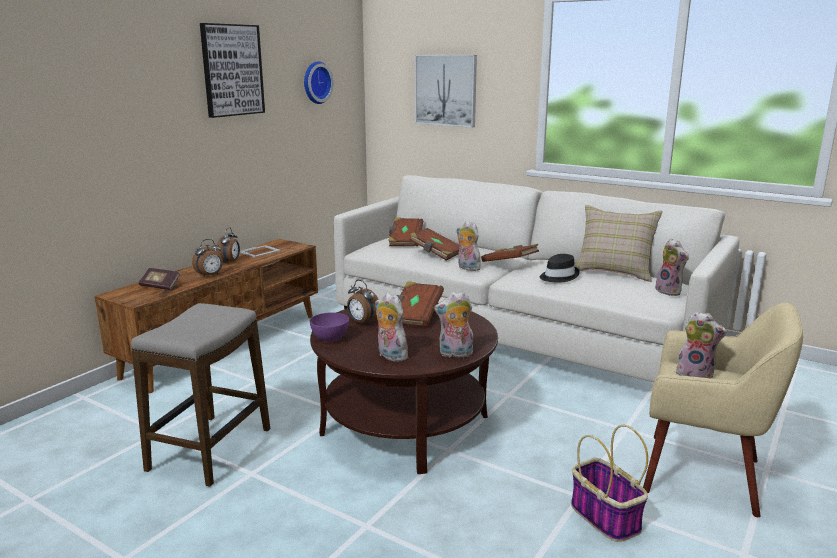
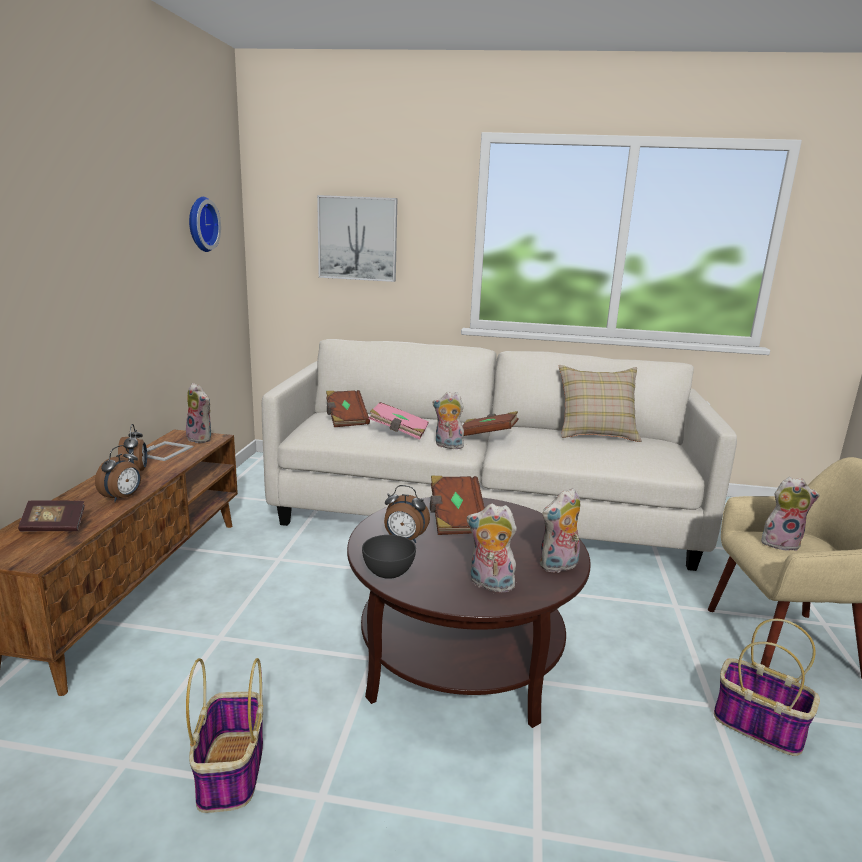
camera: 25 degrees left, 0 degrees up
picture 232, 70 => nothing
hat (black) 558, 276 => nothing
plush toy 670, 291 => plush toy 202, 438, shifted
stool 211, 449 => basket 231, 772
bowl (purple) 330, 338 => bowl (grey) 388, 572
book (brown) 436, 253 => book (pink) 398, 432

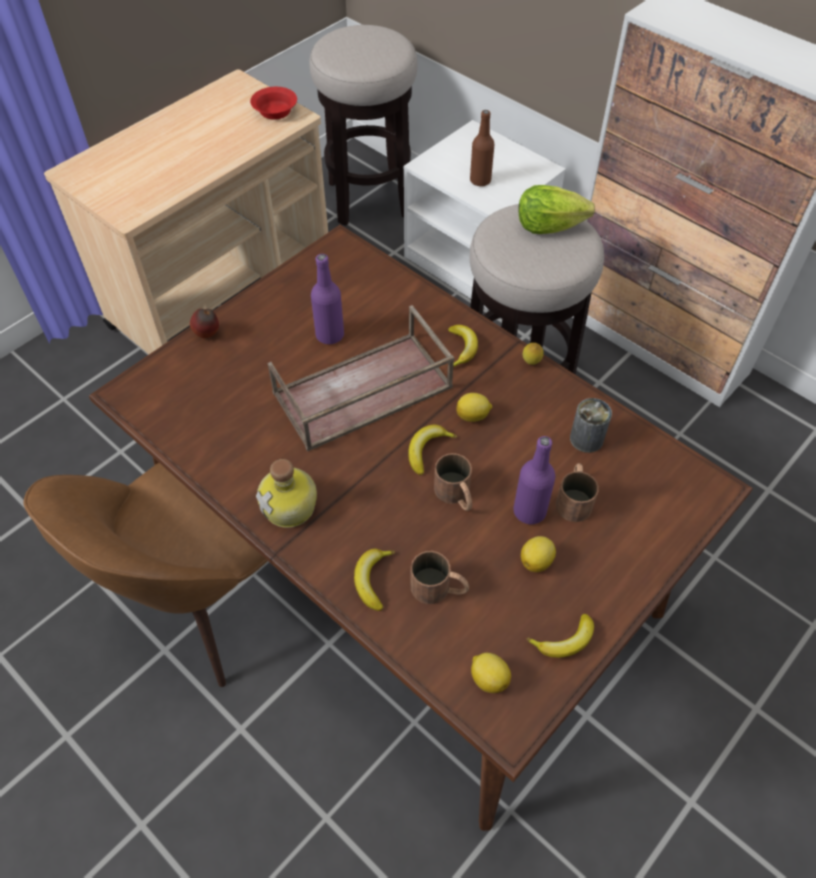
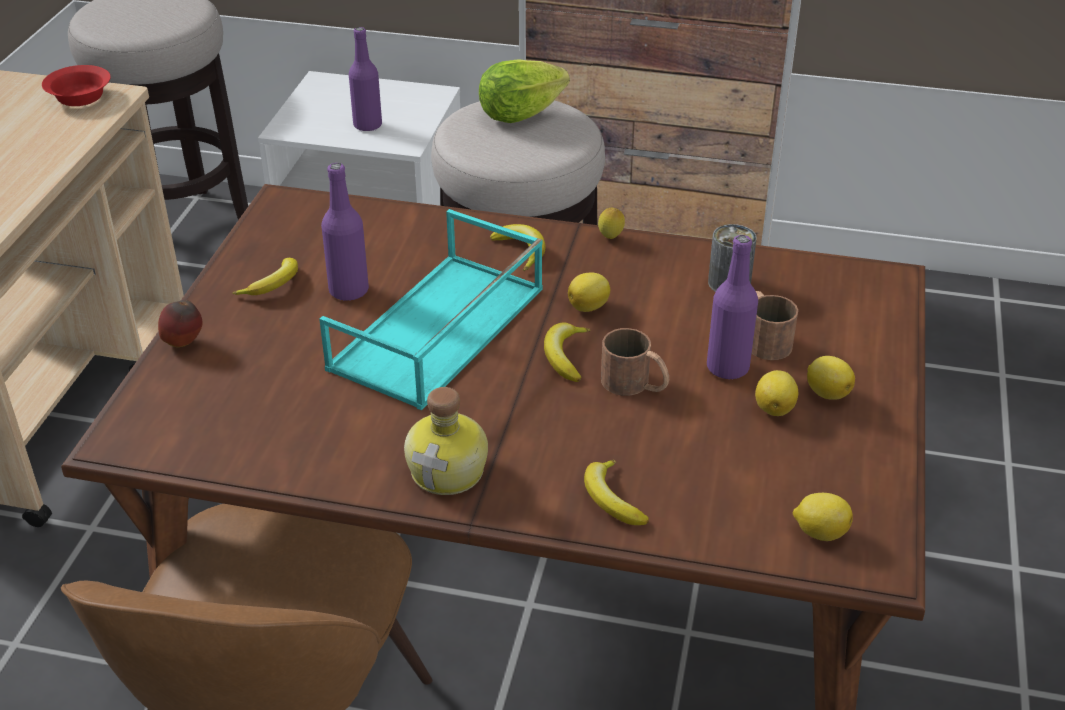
camera: 30 degrees left, 15 degrees down
mug (brown) 439, 588 => nothing
nothing => lemon 826, 392
banana 565, 641 => banana 273, 285, shifted
tray (brown) 362, 392 => tray (turquoise) 438, 331
bottle (brown) 480, 180 => bottle (purple) 367, 125

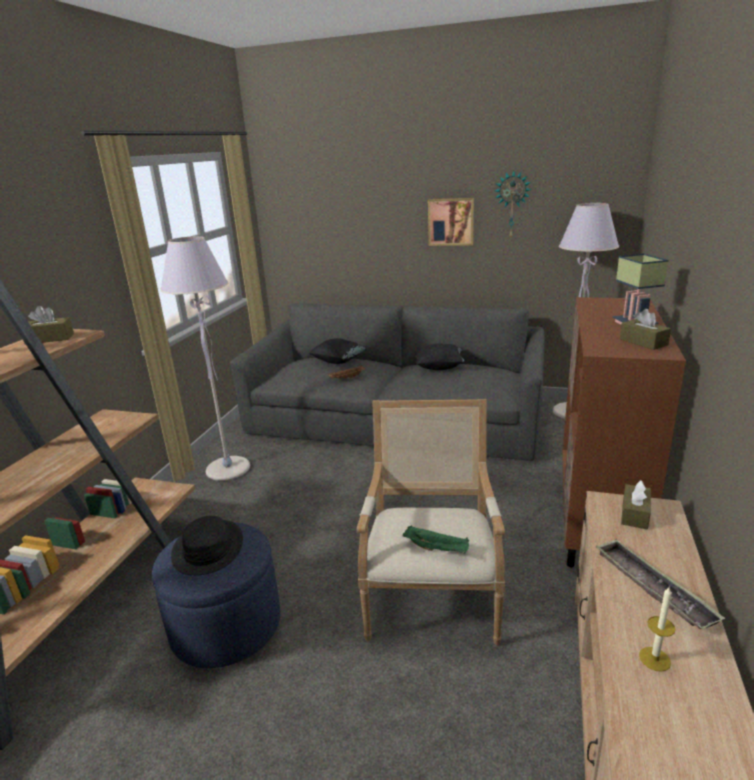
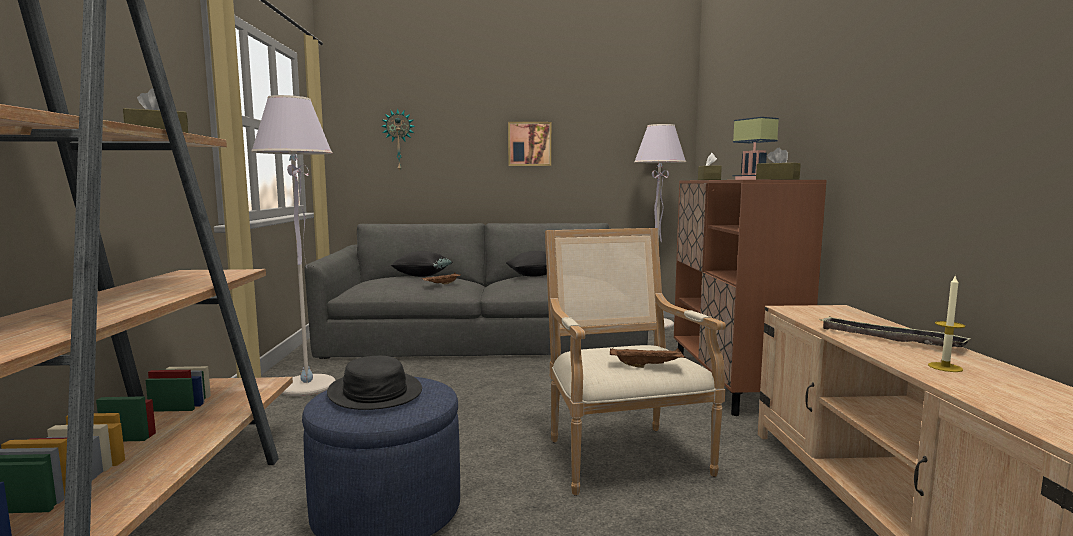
camera: 20 degrees left, 15 degrees down
wall clock 512, 205 => wall clock 399, 140, shifted
tissue box (brown) 634, 514 => tissue box (brown) 709, 179, shifted
tray (green) 437, 549 => tray (brown) 647, 366

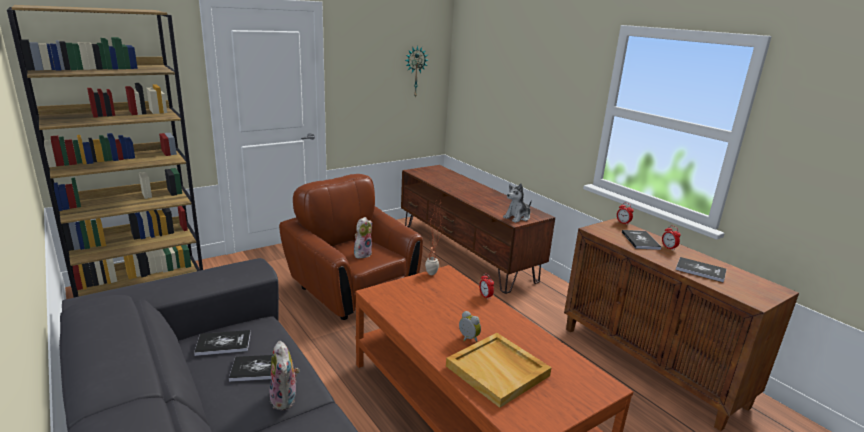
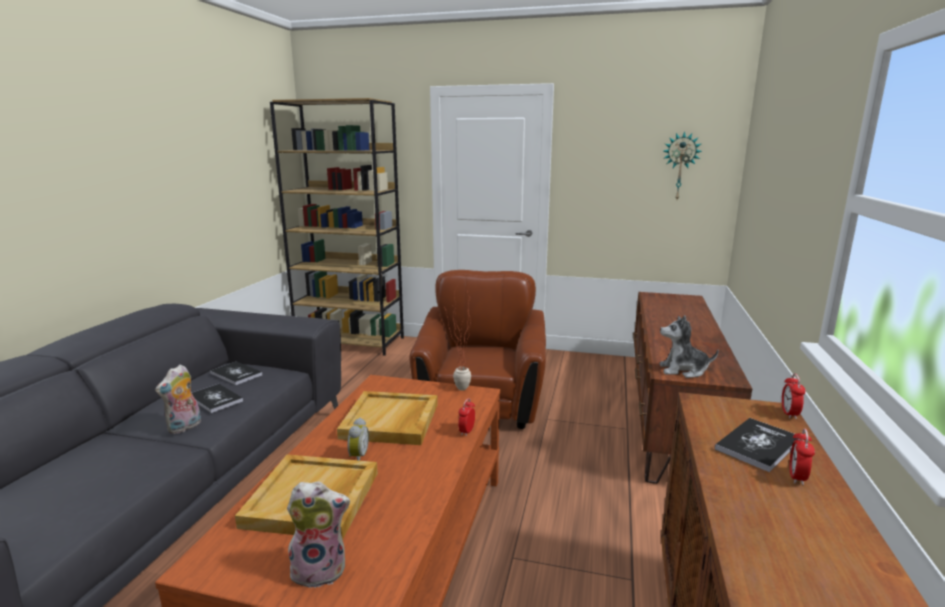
camera: 50 degrees right, 5 degrees down
book 700, 270 => nothing
nothing => tray (beige) 391, 421
plush toy 362, 254 => plush toy 321, 569, shifted

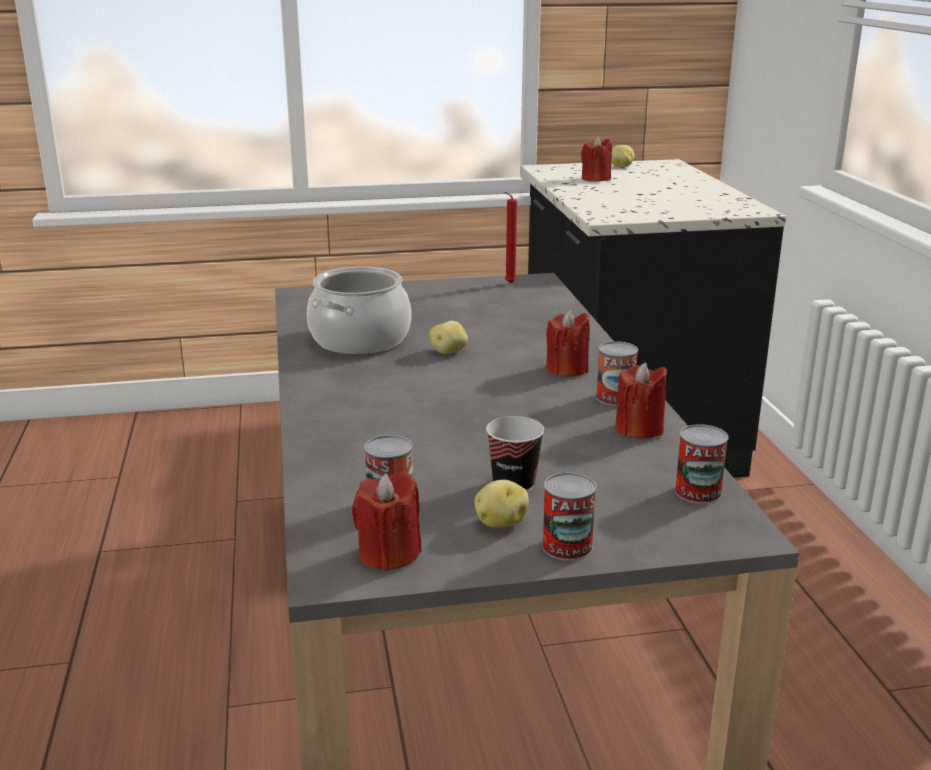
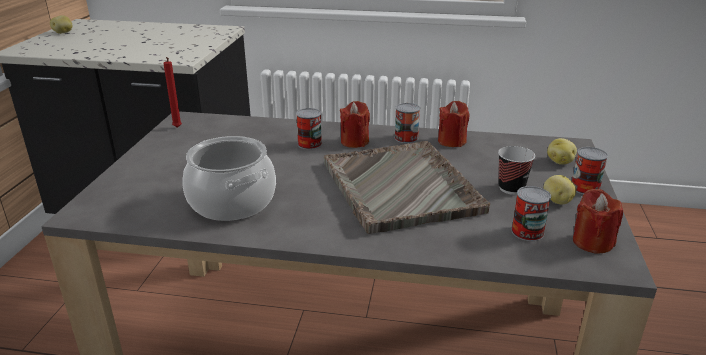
camera: 70 degrees left, 5 degrees up
candle (red) 595, 179 => nothing
nothing => tray (grey) 400, 188
potato 449, 352 => potato 560, 161, shifted
can 698, 492 => can 309, 144, shifted

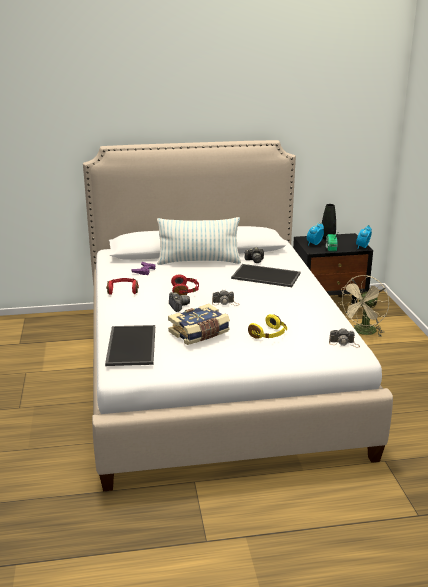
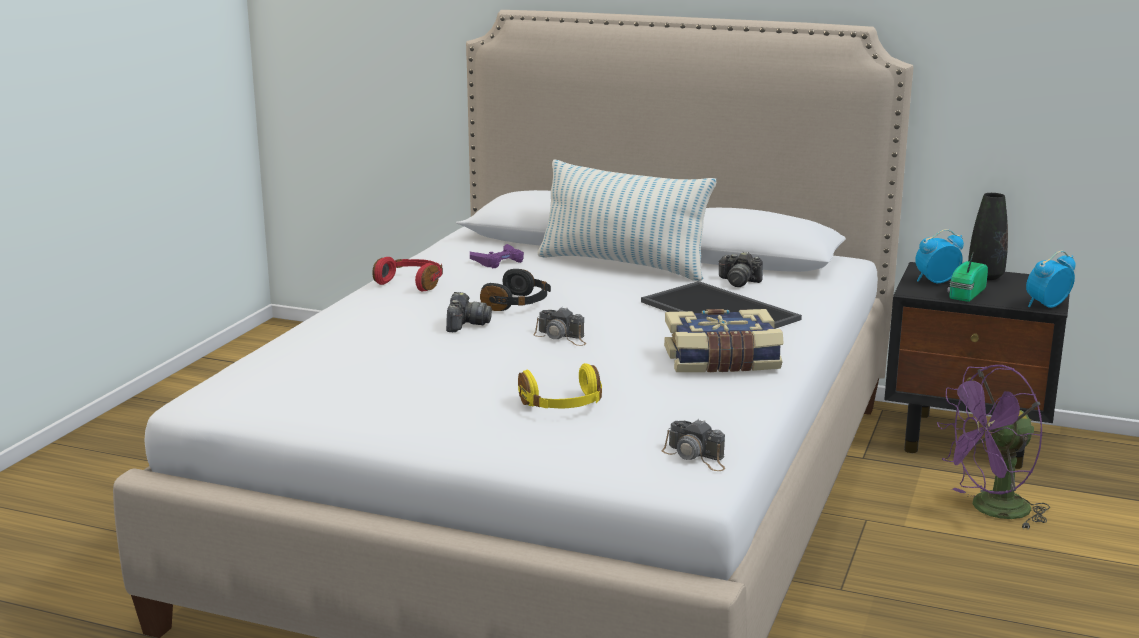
camera: 30 degrees right, 5 degrees down
tray 130, 345 => nothing
book 199, 333 => book 722, 361, shifted
headphones (red) 185, 291 => headphones (black) 518, 304
fan (beige) 363, 332 => fan (purple) 991, 510

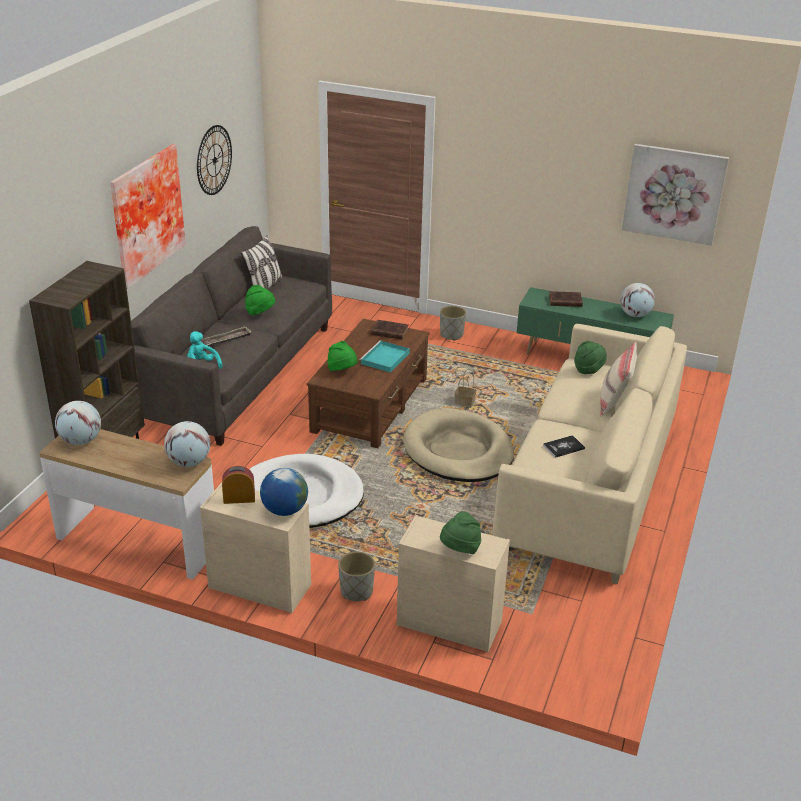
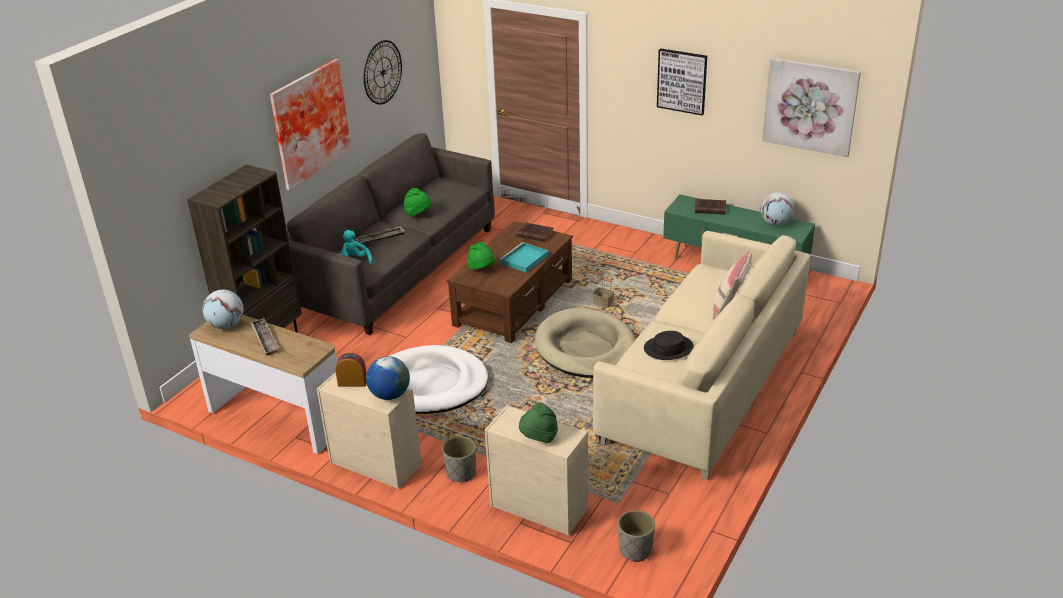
camera: 10 degrees right, 0 degrees up
globe 189, 462 => nothing
pillow 264, 287 => nothing
hat (green) 588, 369 => nothing
nothing => tray 265, 339
nothing => picture 682, 81
planter (grey) 451, 335 => planter (grey) 635, 550, shifted
book 563, 447 => hat (black) 668, 348

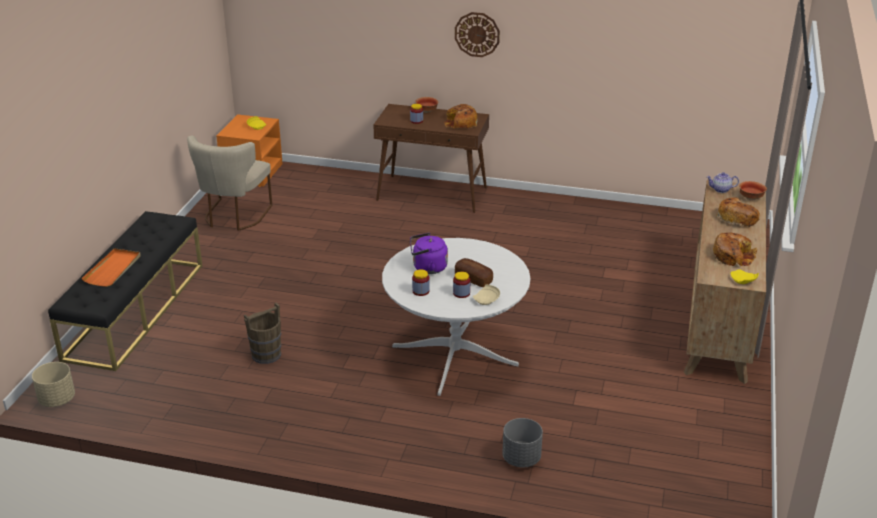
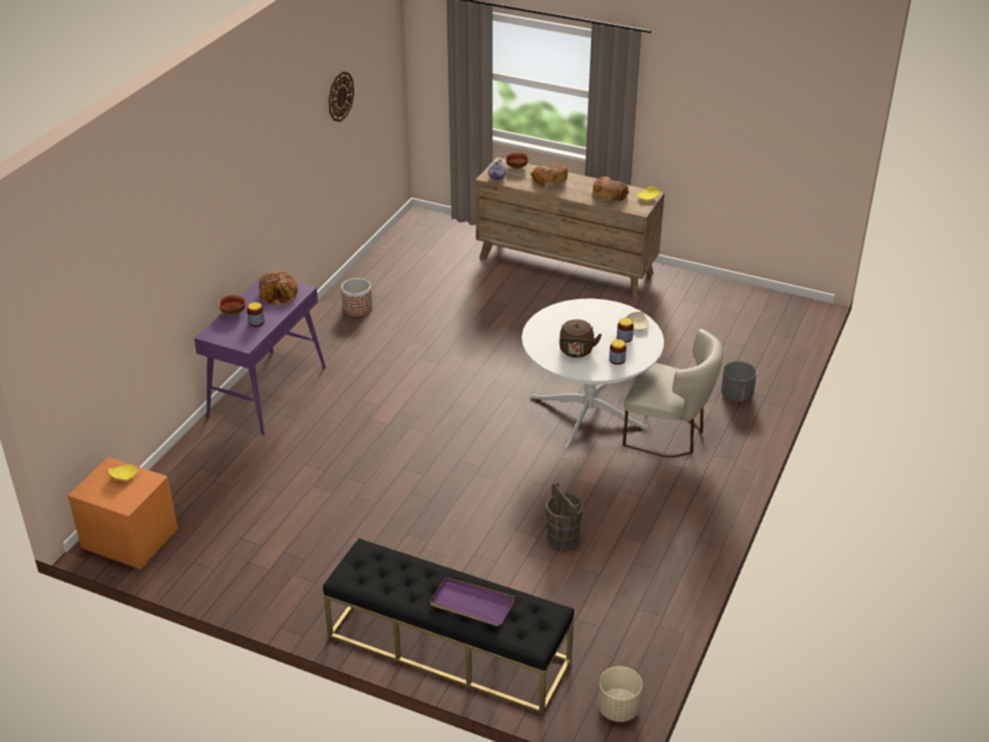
camera: 80 degrees left, 5 degrees up
bread 473, 279 => nothing
nothing => planter 357, 308
chair (beige) 234, 217 => chair (beige) 669, 435, shifted
wall clock 477, 34 => wall clock 340, 96, shifted
tray (orange) 113, 269 => tray (purple) 471, 604
console table (brown) 432, 194 => console table (purple) 267, 392
kettle (purple) 427, 268 => kettle (brown) 576, 352

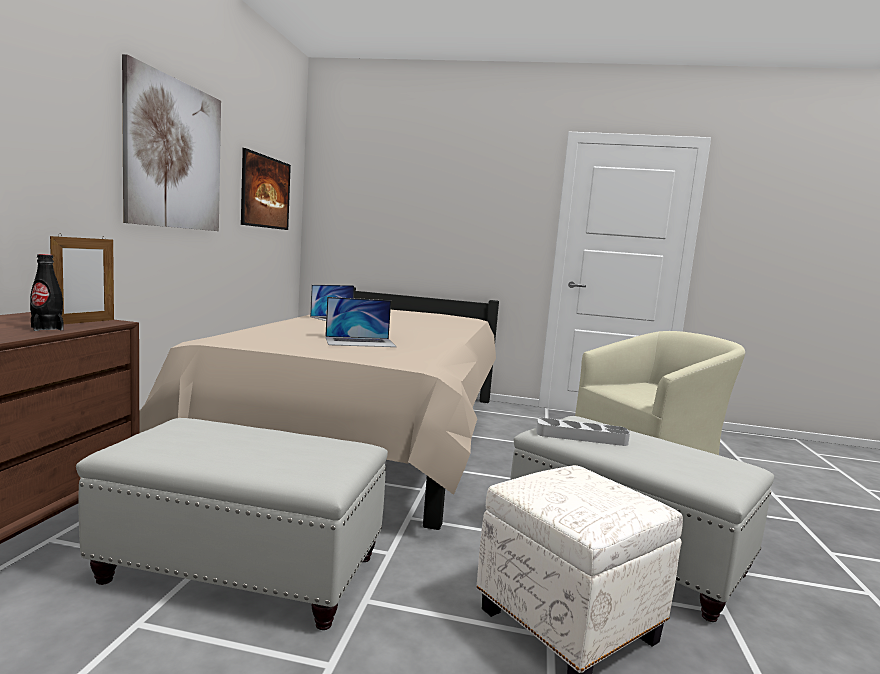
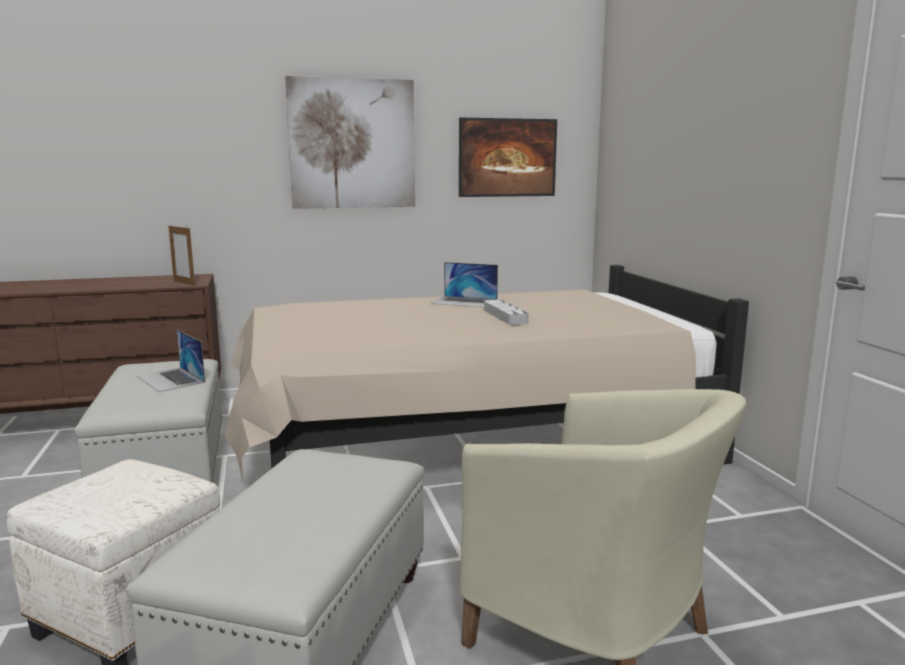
camera: 65 degrees right, 5 degrees up
bottle (black) 47, 328 => nothing
laptop 360, 342 => laptop 171, 379, shifted
tray (grey) 581, 437 => tray (grey) 505, 316, shifted
picture frame 84, 322 => picture frame 184, 283, 45 degrees clockwise

